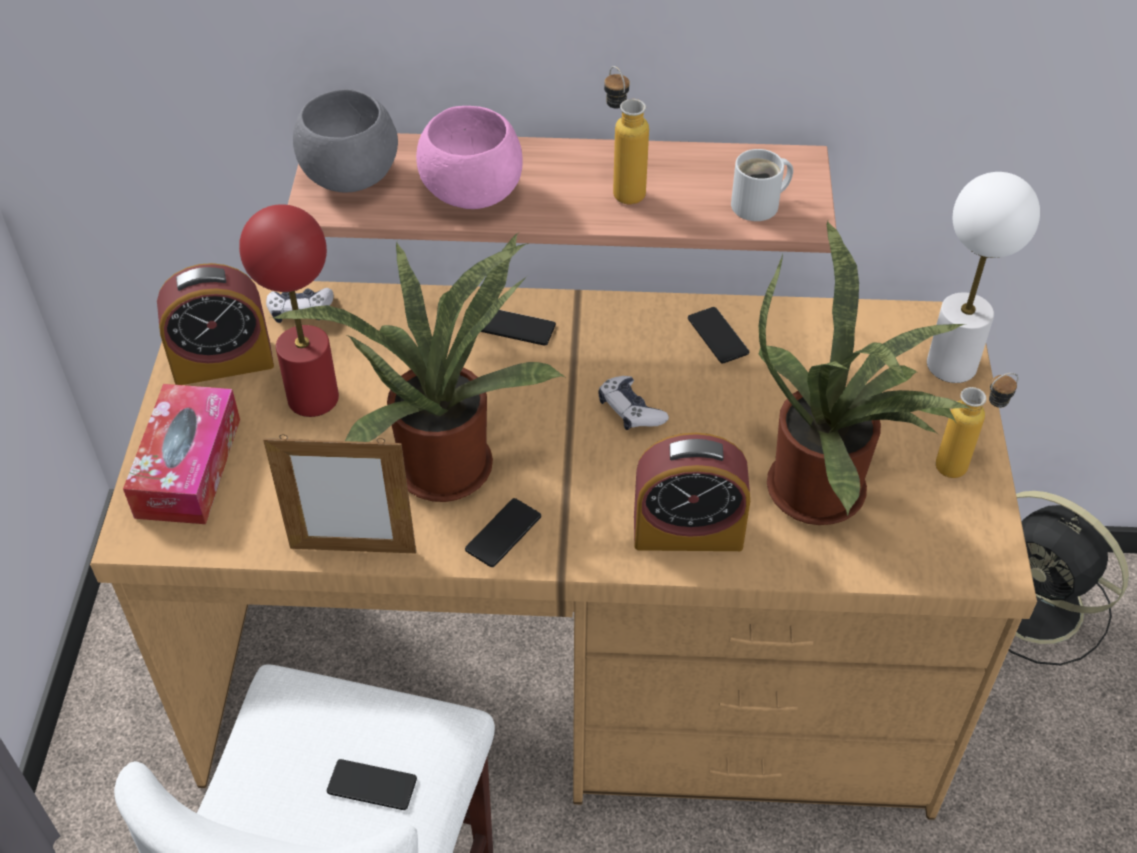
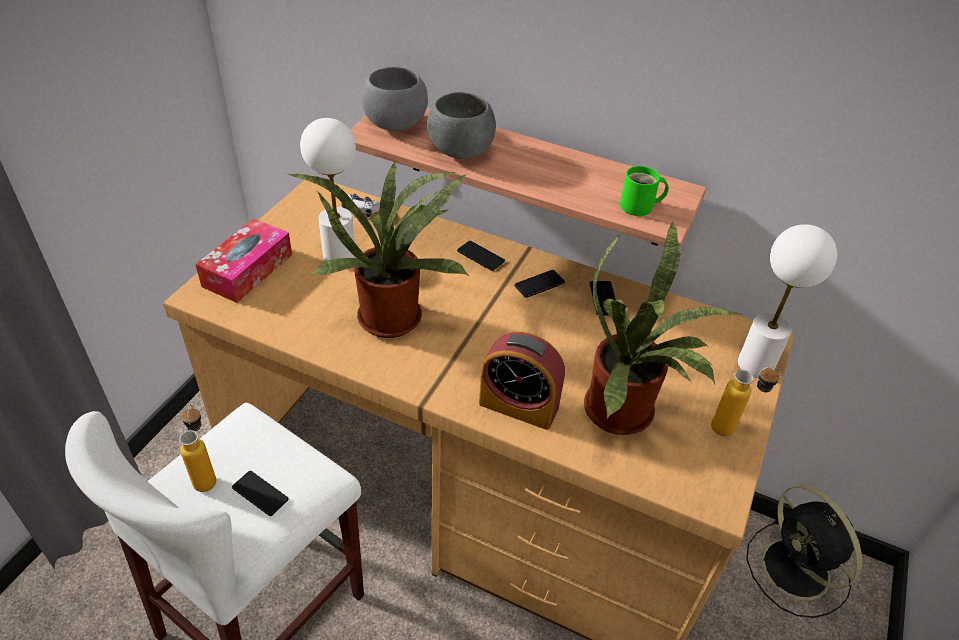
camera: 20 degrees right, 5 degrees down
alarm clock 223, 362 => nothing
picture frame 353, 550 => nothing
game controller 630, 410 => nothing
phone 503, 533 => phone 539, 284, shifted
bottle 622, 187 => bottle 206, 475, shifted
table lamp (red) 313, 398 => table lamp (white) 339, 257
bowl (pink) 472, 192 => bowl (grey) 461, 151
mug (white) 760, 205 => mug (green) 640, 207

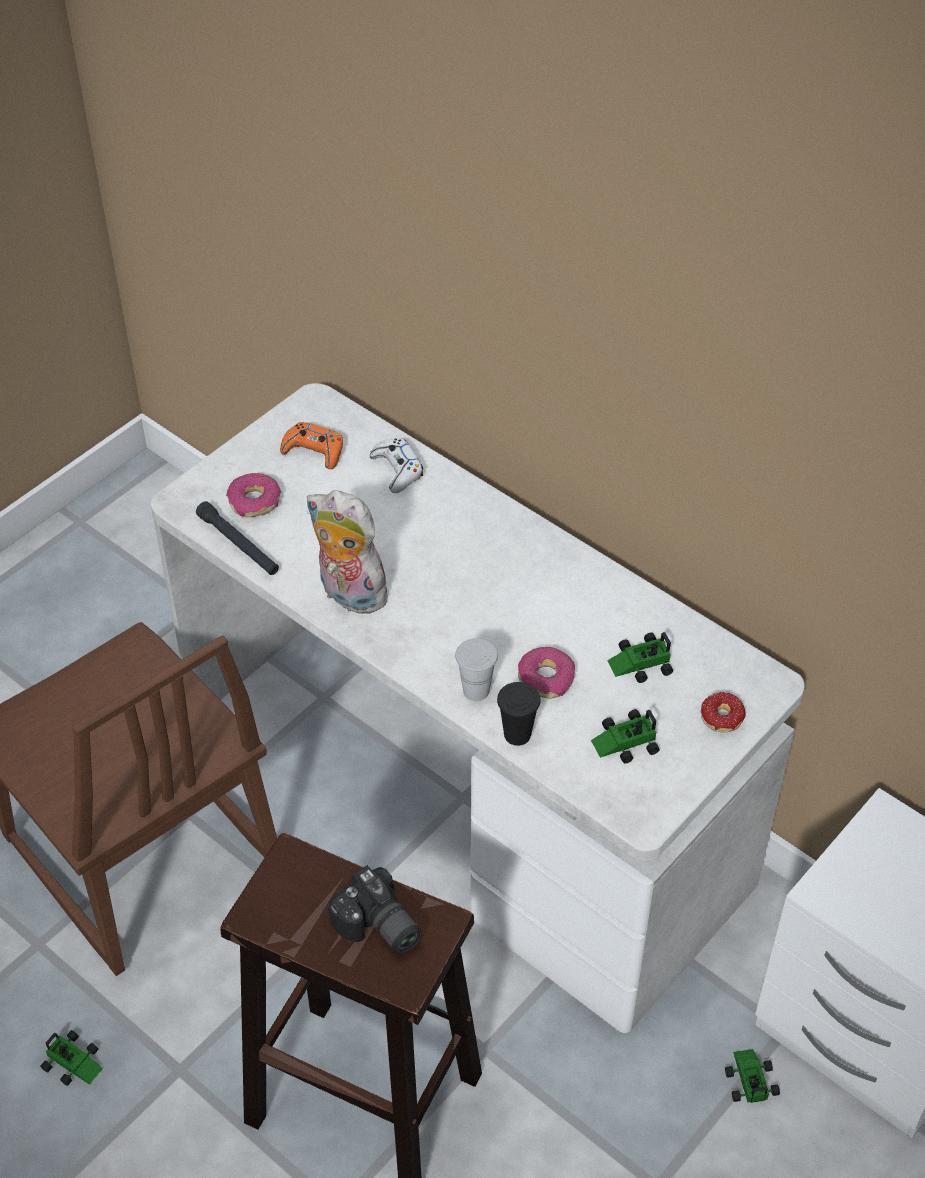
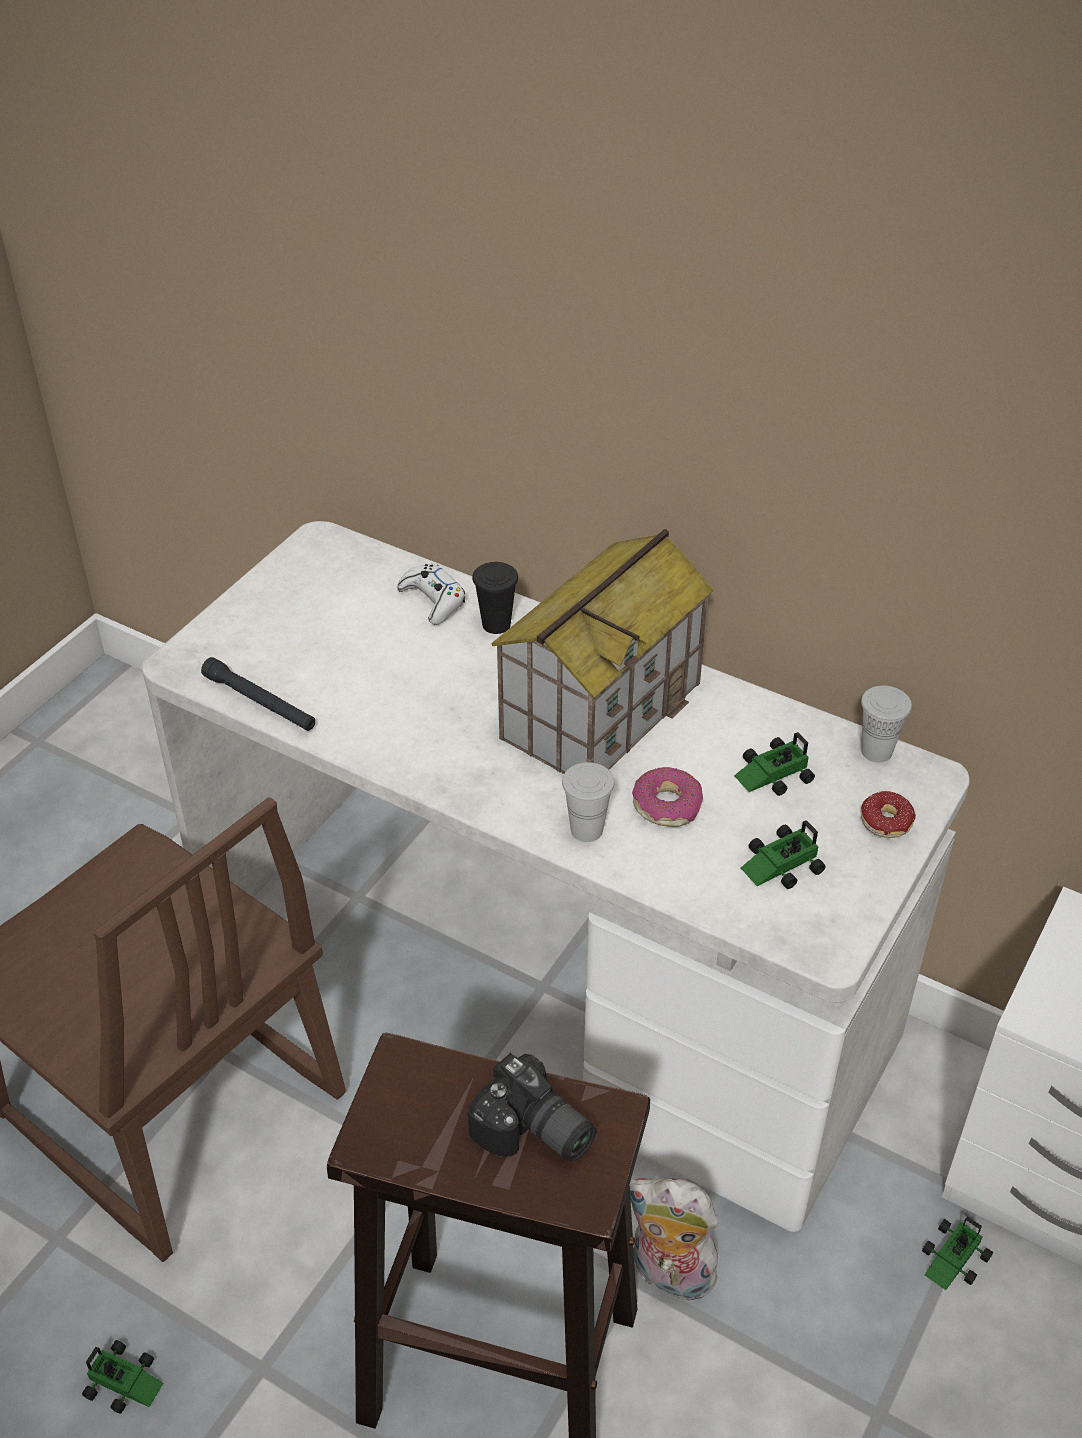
camera: 10 degrees left, 5 degrees down
donut 255, 502 => nothing
game controller (orange) 314, 451 => nothing
nothing => toy house 601, 709
nothing => cup (white) 876, 751
plush toy 348, 594 => plush toy 668, 1274, shifted
cup (black) 517, 734 => cup (black) 496, 624, shifted
toy car 749, 1077 => toy car 952, 1260, 120 degrees counterclockwise

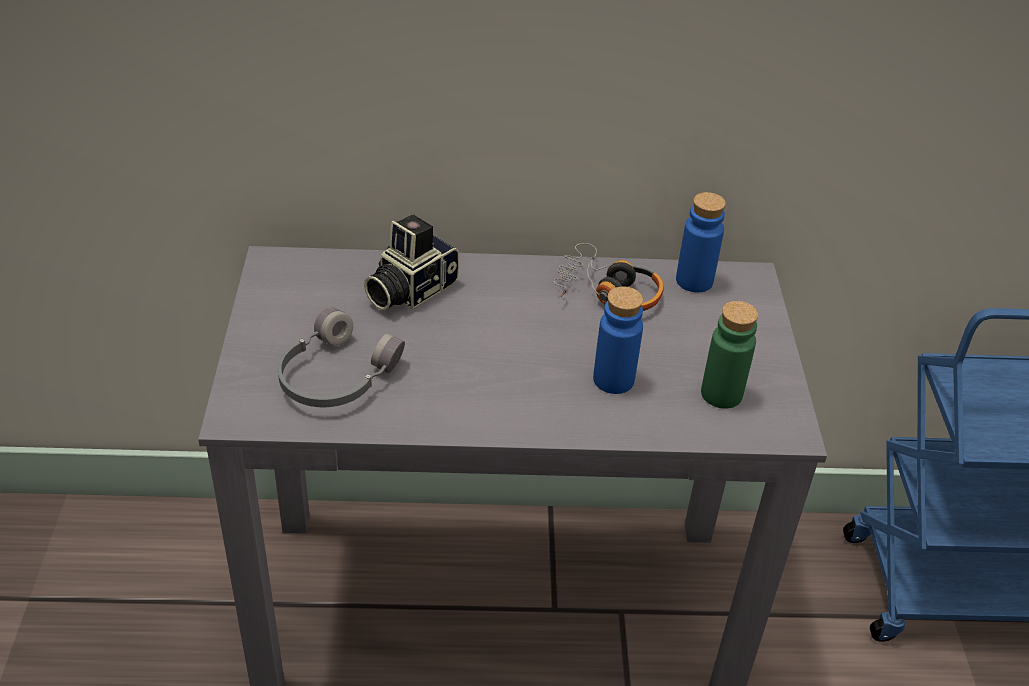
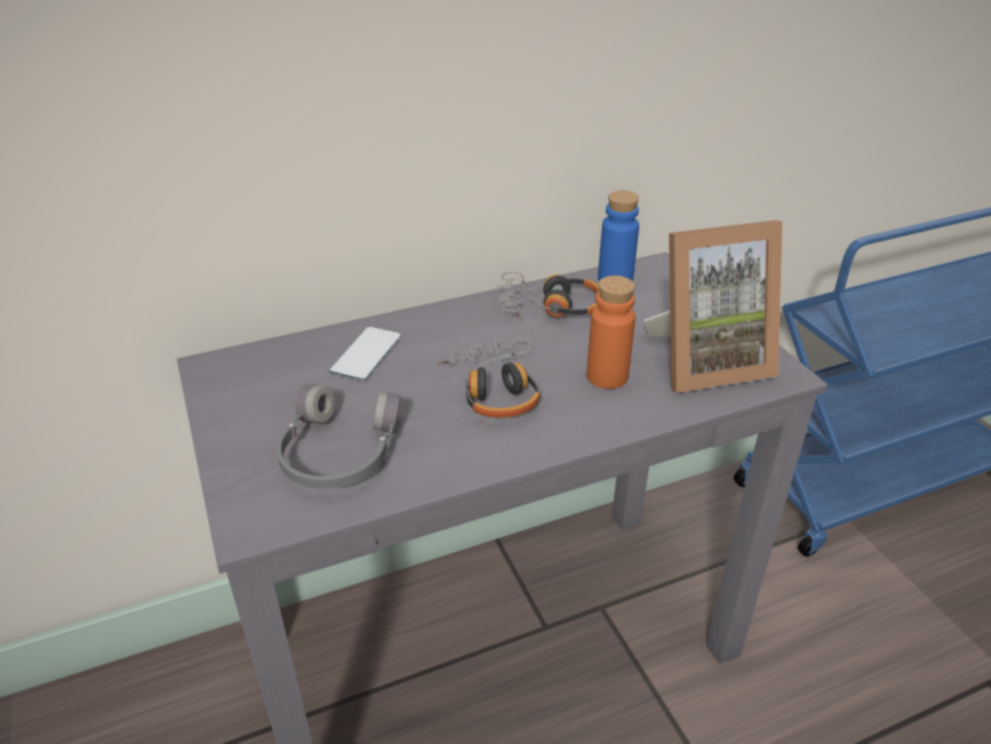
camera: 20 degrees left, 5 degrees down
nothing => headphones 495, 388
photo camera 409, 290 => phone 366, 354
bottle (green) 721, 394 => picture frame 706, 361
bottle (blue) 613, 380 => bottle (orange) 607, 376

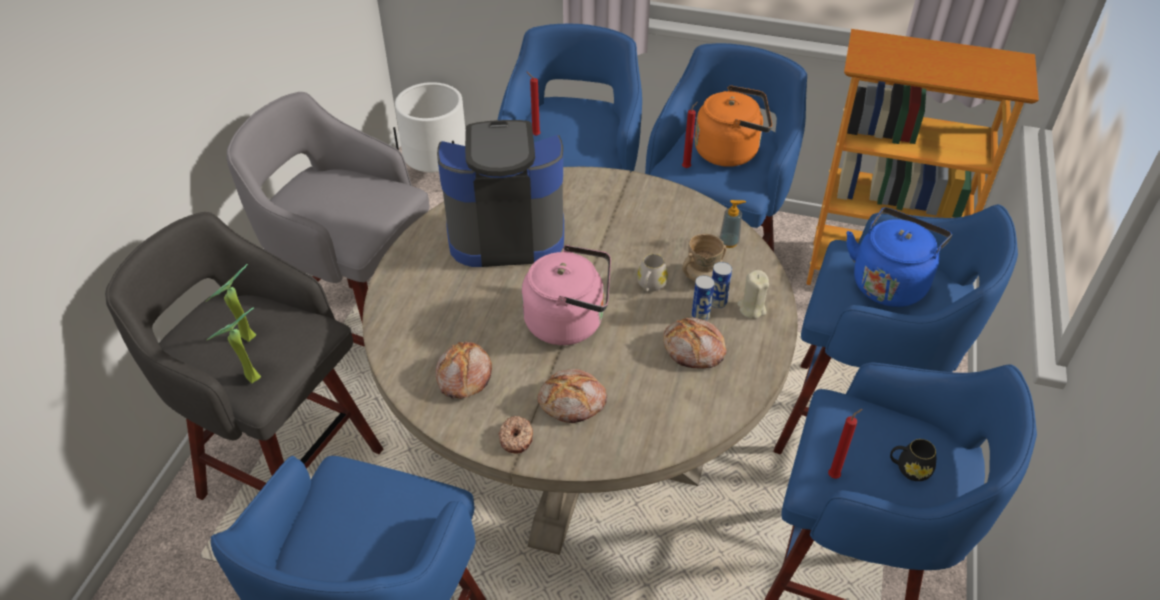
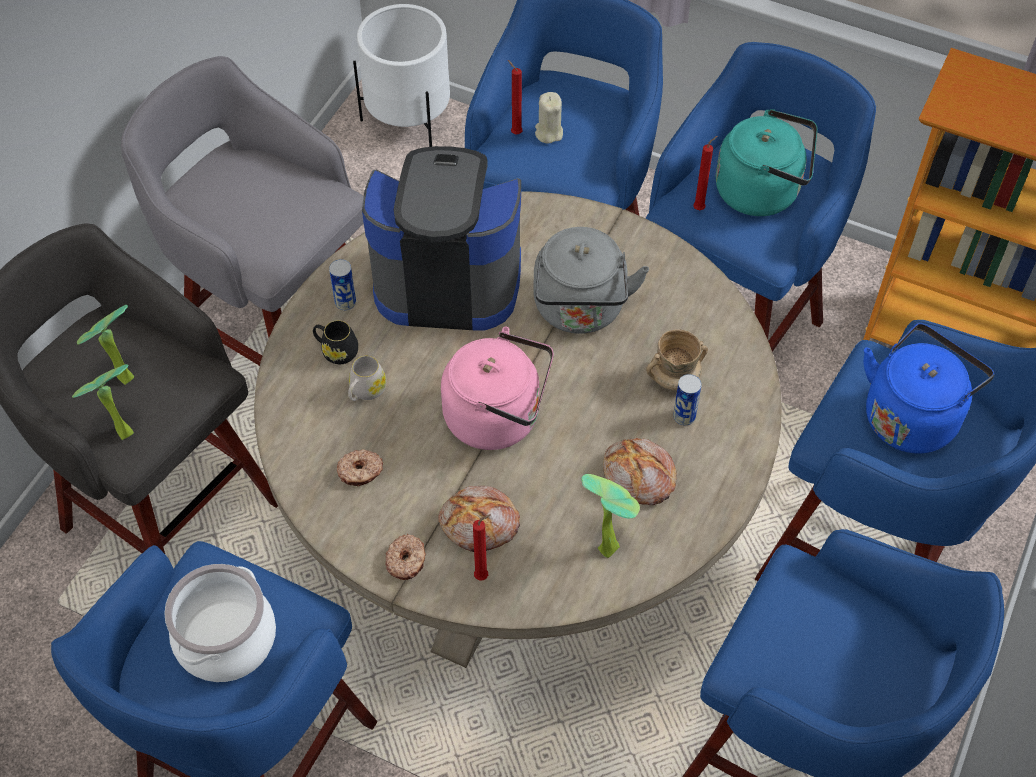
camera: 10 degrees right, 10 degrees up
soap dispenser 729, 242 => nothing
nothing => cooking pot 225, 639
nothing => kettle (grey) 580, 310
nothing => potted plant 608, 544
mug (white) 650, 286 => mug (white) 365, 392, shifted
can 700, 316 => can 345, 302, shifted
candle (beige) 751, 309 => candle (beige) 548, 133, shifted
candle (red) 835, 475 => candle (red) 483, 576, shifted
mug (black) 909, 469 => mug (black) 336, 351, shifted
bread 463, 376 => donut 360, 472
kettle (orange) 730, 151 => kettle (turquoise) 762, 191

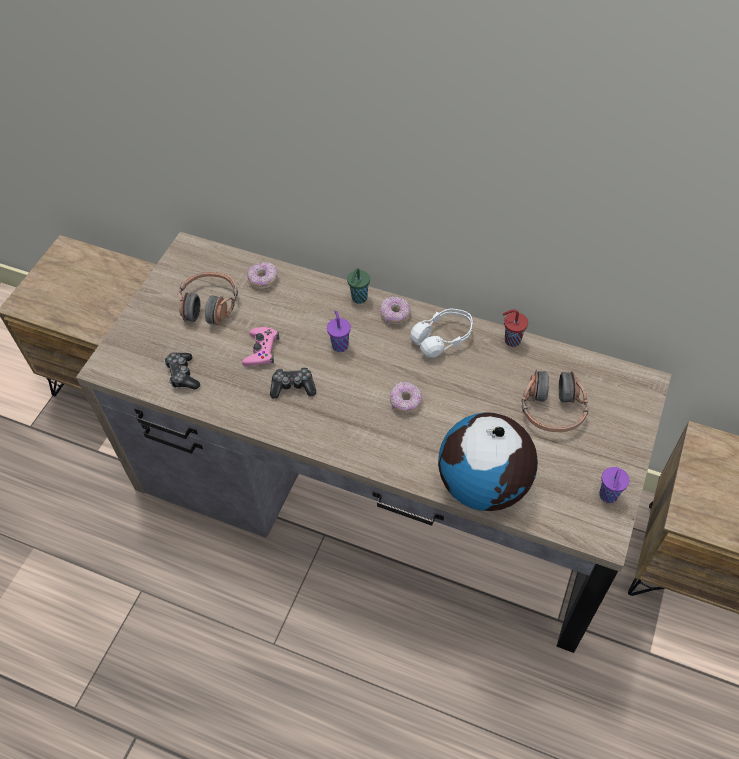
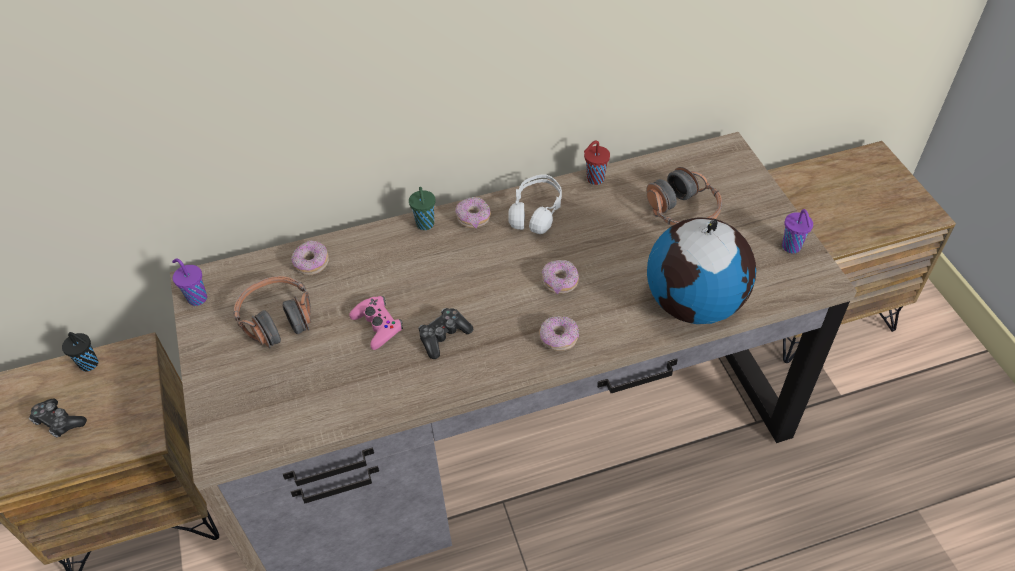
camera: 40 degrees left, 5 degrees down
nothing => cup (black) 90, 364
nothing => donut 558, 339
game controller 182, 375 => game controller 59, 422, shifted
cup (purple) 340, 345 => cup (purple) 196, 298, shifted

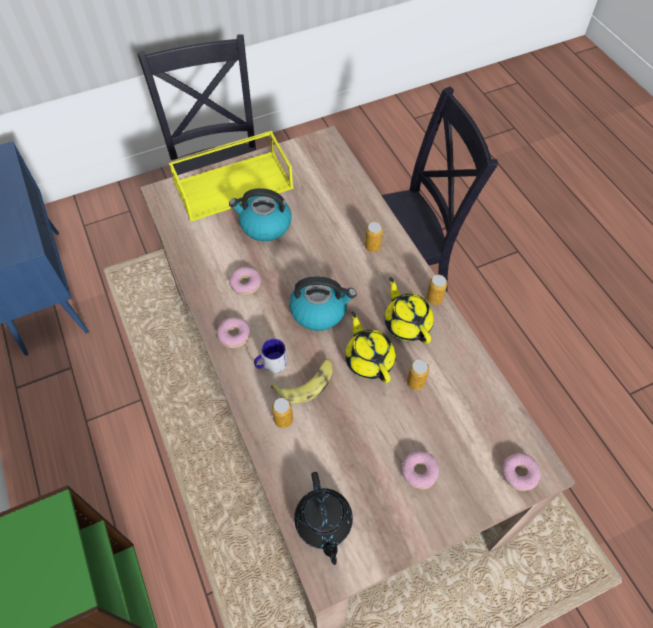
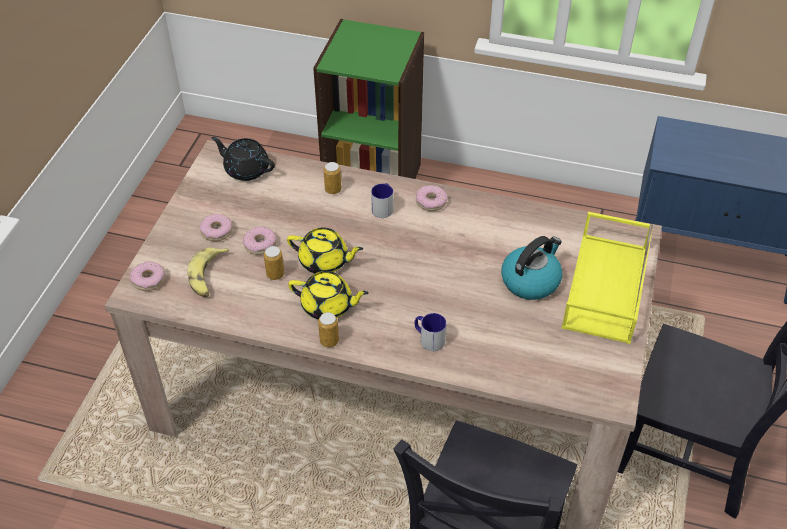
camera: 130 degrees right, 10 degrees down
kettle 319, 310 => nothing
donut 245, 284 => donut 260, 244, shifted
banana 307, 383 => banana 207, 276, shifted
can 372, 247 => mug 428, 339

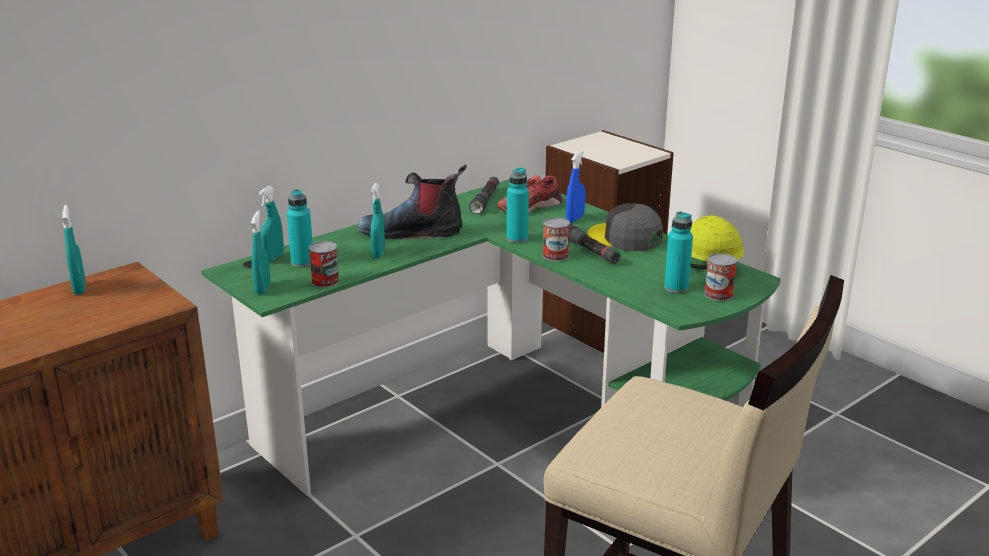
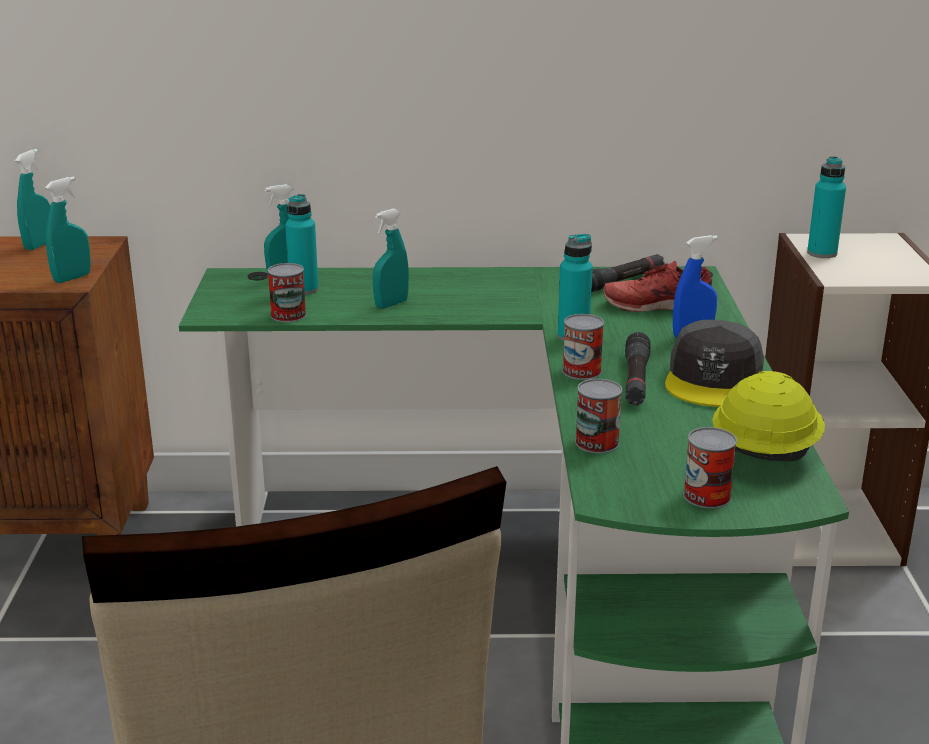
camera: 40 degrees right, 0 degrees up
boot 412, 232 => nothing
nothing => can 597, 442
spray bottle (turquoise) 263, 289 => spray bottle (turquoise) 72, 278, shifted
bottle (turquoise) 676, 288 => bottle (turquoise) 822, 253, shifted
cap (grey) 625, 238 => cap (grey) 714, 380, 150 degrees counterclockwise

